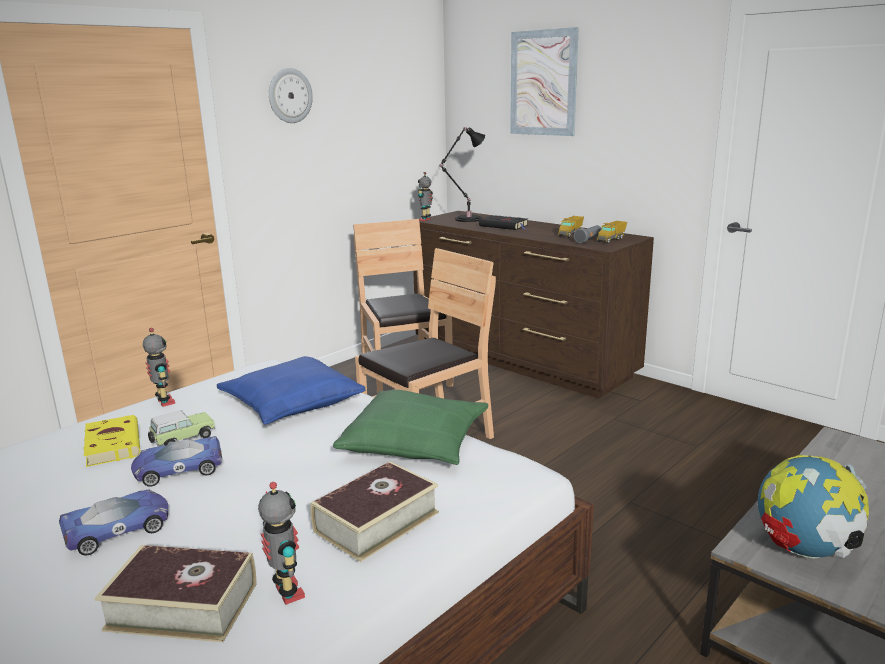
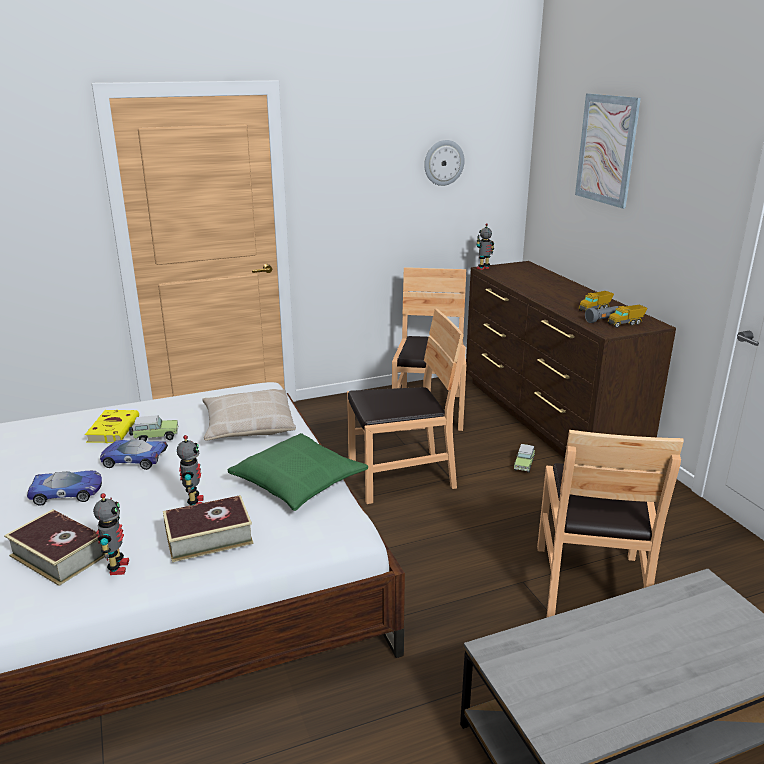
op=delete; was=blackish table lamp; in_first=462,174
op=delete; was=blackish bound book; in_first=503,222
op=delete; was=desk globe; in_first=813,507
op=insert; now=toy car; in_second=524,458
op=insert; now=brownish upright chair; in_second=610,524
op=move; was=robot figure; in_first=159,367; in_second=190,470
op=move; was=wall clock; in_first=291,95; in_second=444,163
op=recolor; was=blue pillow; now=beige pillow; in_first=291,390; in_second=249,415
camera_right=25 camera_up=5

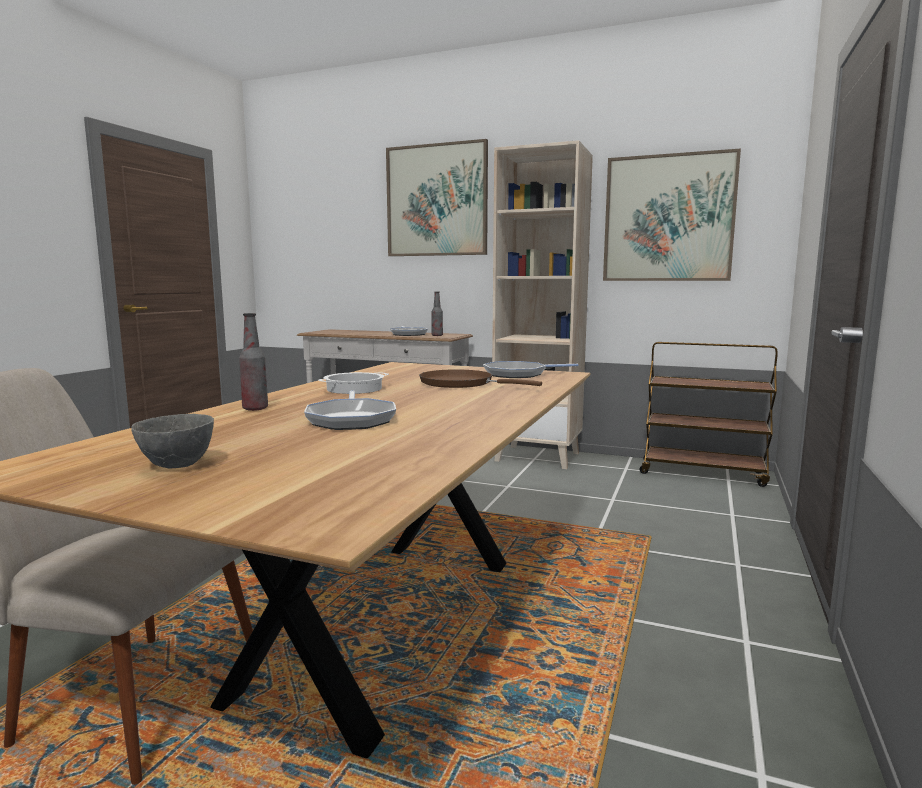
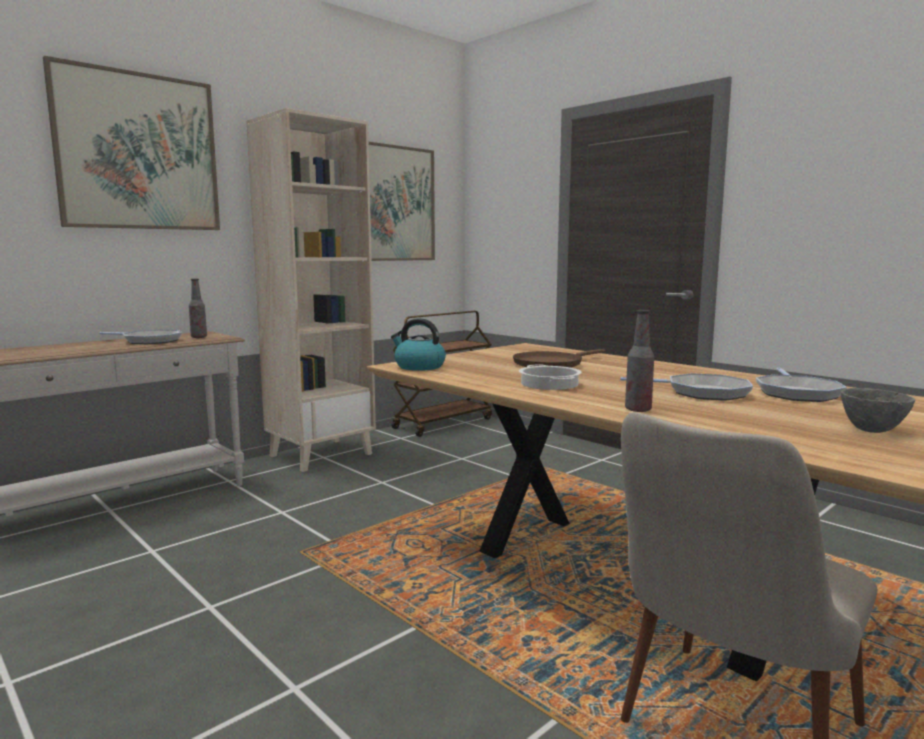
op=insert; now=tea kettle; in_second=418,344
op=move; was=frying pan; in_first=530,369; in_second=801,385
camera_right=-65 camera_up=0

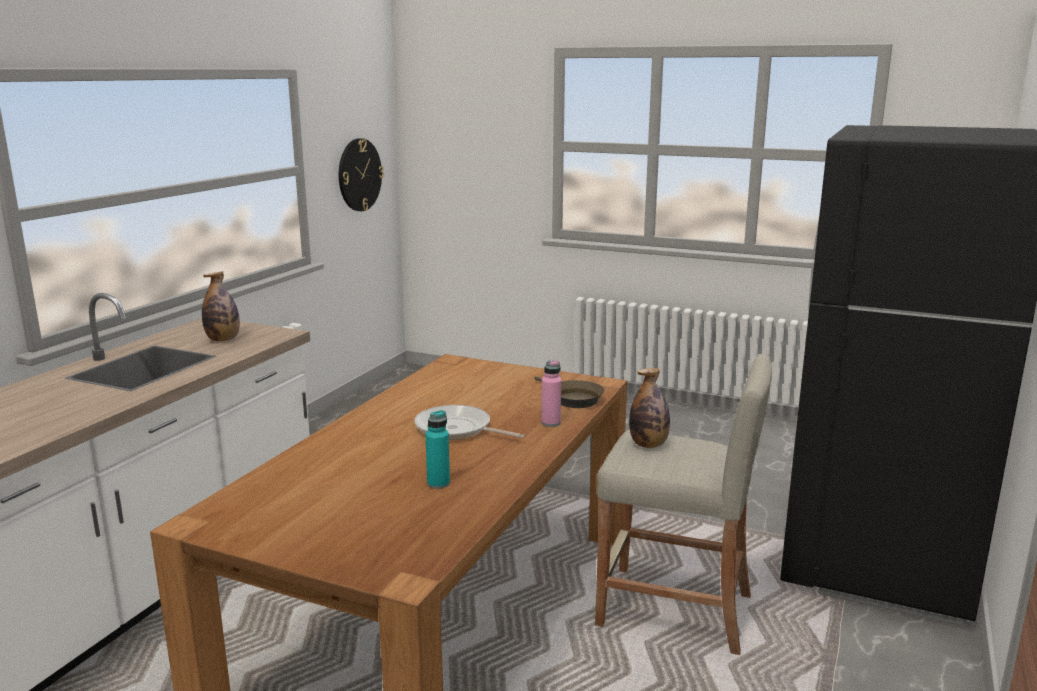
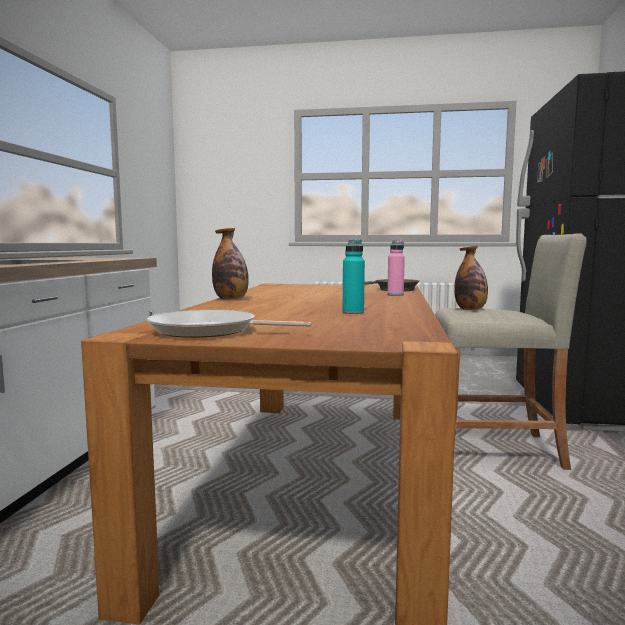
op=delete; was=wall clock; in_first=361,174
op=move; was=bottle; in_first=221,306; in_second=230,264
op=move; was=frying pan; in_first=469,422; in_second=229,323
camera_right=-15 camera_up=-10

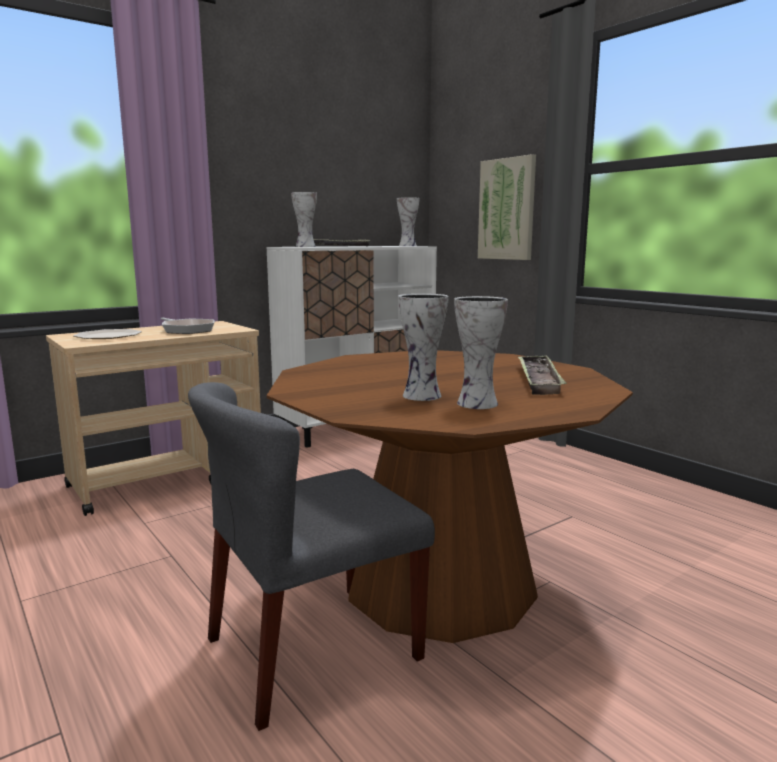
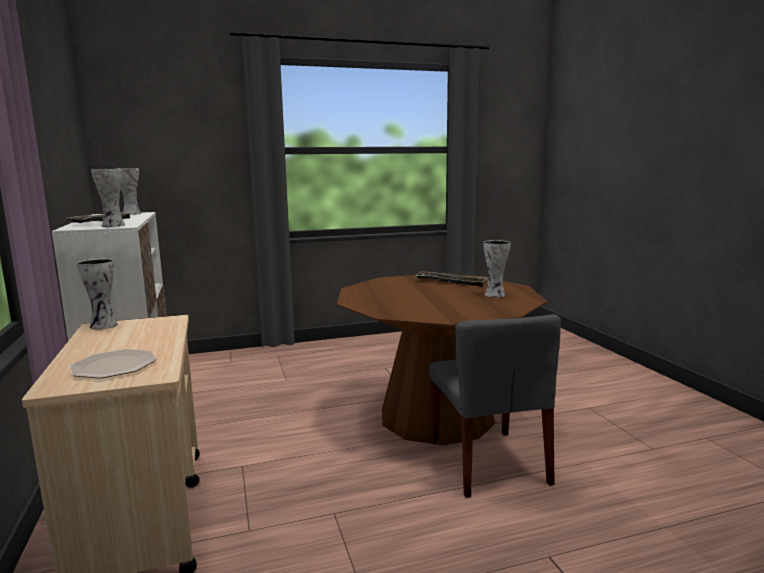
op=delete; was=frying pan; in_first=188,325
op=delete; was=wall art; in_first=507,207
op=move; was=vase; in_first=423,347; in_second=97,294
camera_right=-70 camera_up=0

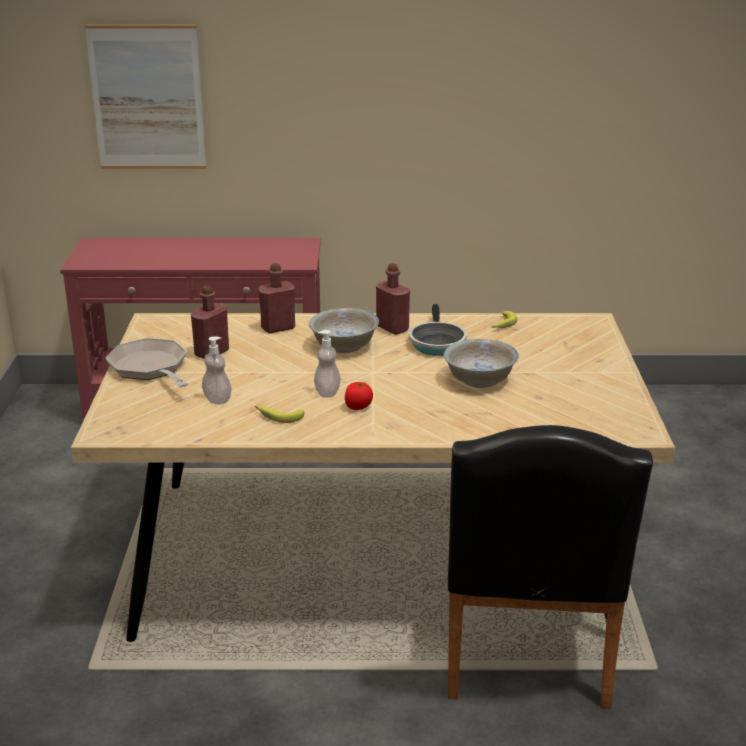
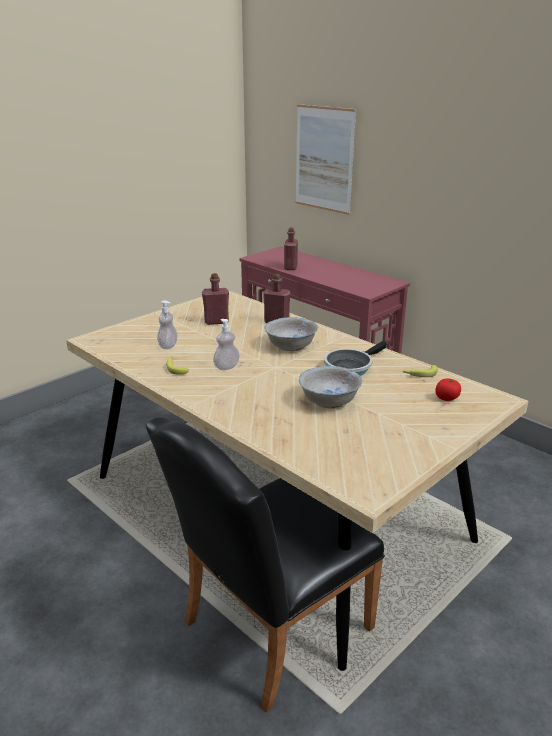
op=delete; was=frying pan; in_first=147,362
op=move; was=tomato; in_first=359,396; in_second=448,389
op=move; was=red-coloured bottle; in_first=393,299; in_second=291,249
camera_right=45 camera_up=0

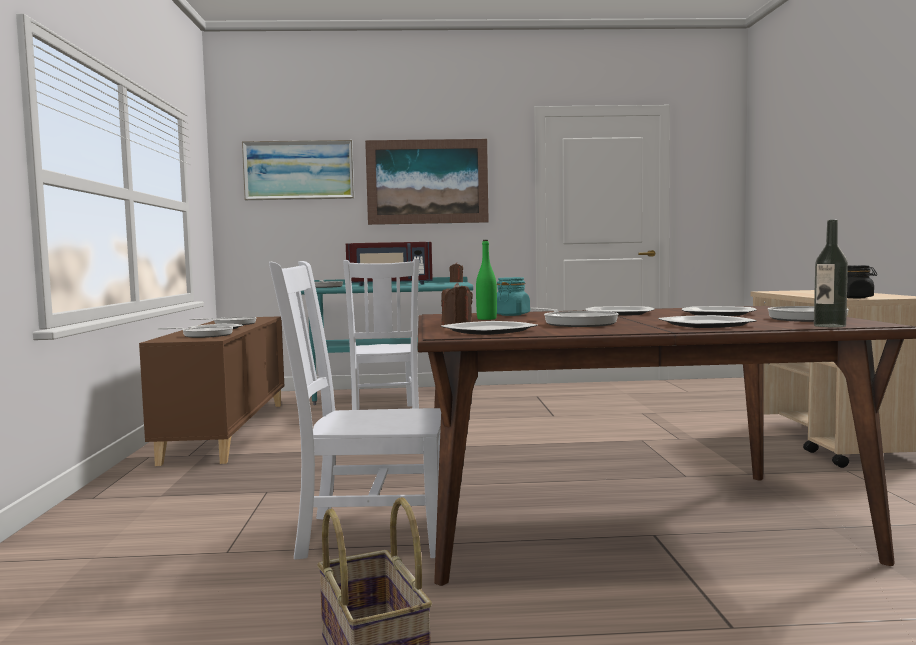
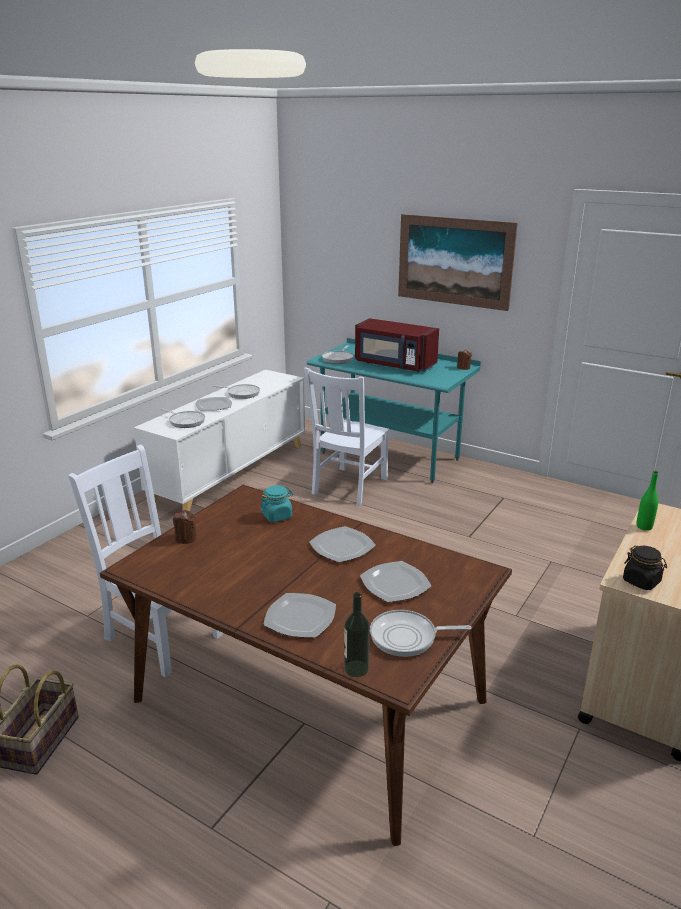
op=delete; was=wall art; in_first=298,170
op=delete; was=dinner plate; in_first=489,328
op=delete; was=frying pan; in_first=574,317
op=move; was=greenish bottle; in_first=486,280; in_second=647,501
op=recolor; was=brownish cabinet; now=white-coloured cabinet; in_first=212,391; in_second=219,440
camera_right=35 camera_up=20

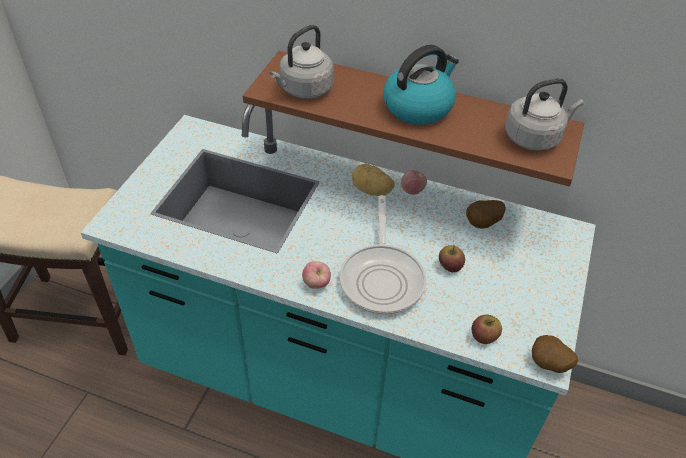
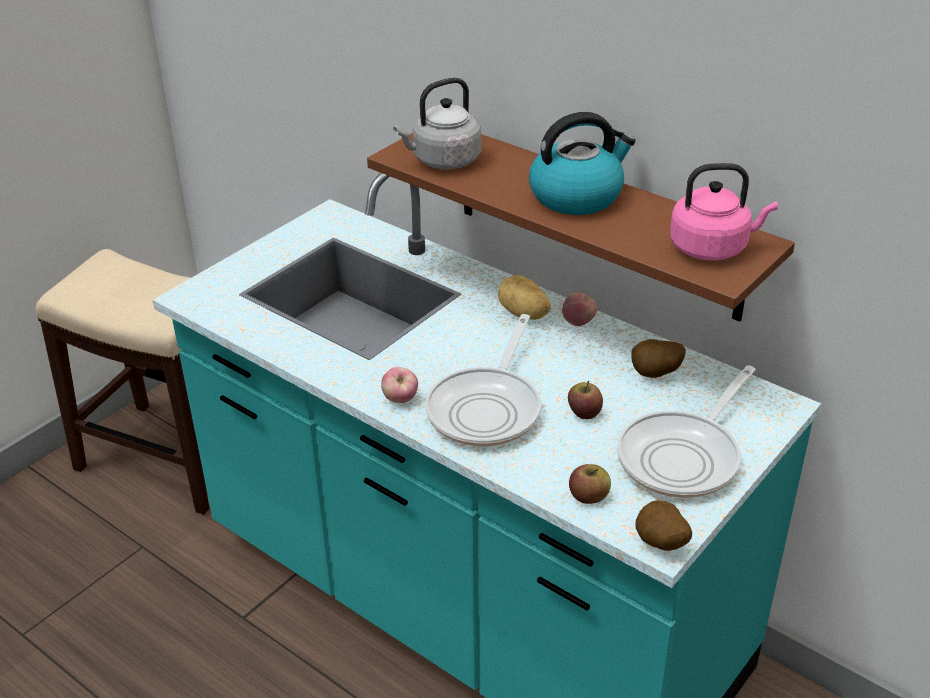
op=insert; now=frying pan; in_second=686,431
op=recolor; was=greyish tea kettle; now=pink-coloured tea kettle; in_first=544,114; in_second=724,212
camera_right=20 camera_up=-10

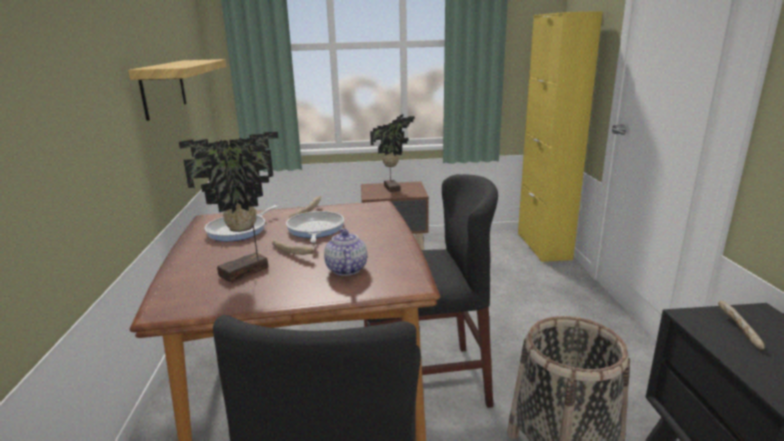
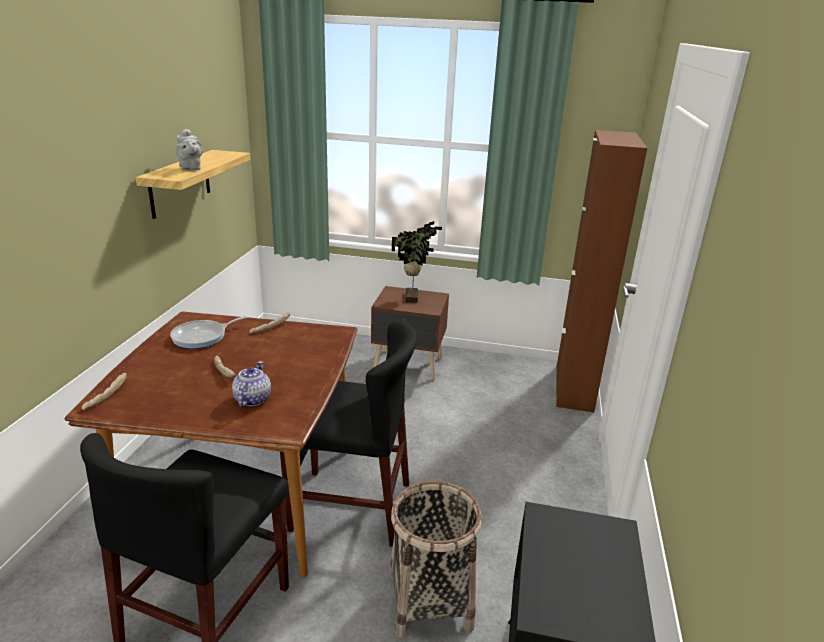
op=delete; was=plant in a pot; in_first=228,207
op=delete; was=frying pan; in_first=315,227
op=insert; now=greyish tea pot; in_second=189,149
op=move; was=bread; in_first=741,325; in_second=104,391
op=recolor; was=yellow cabinet; now=brownish cabinet; in_first=560,136; in_second=601,271
camera_right=15 camera_up=5

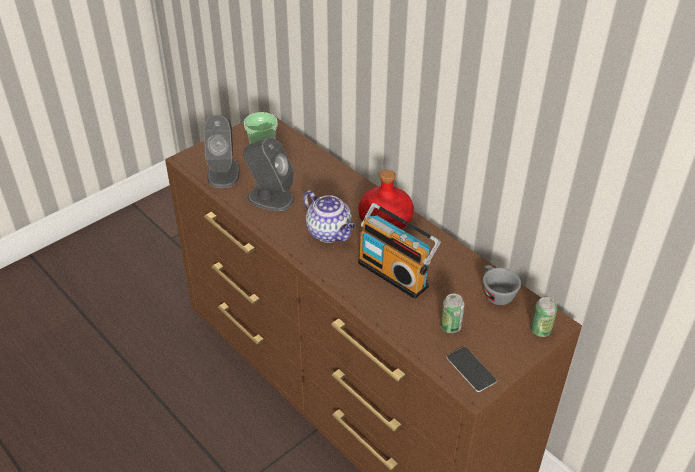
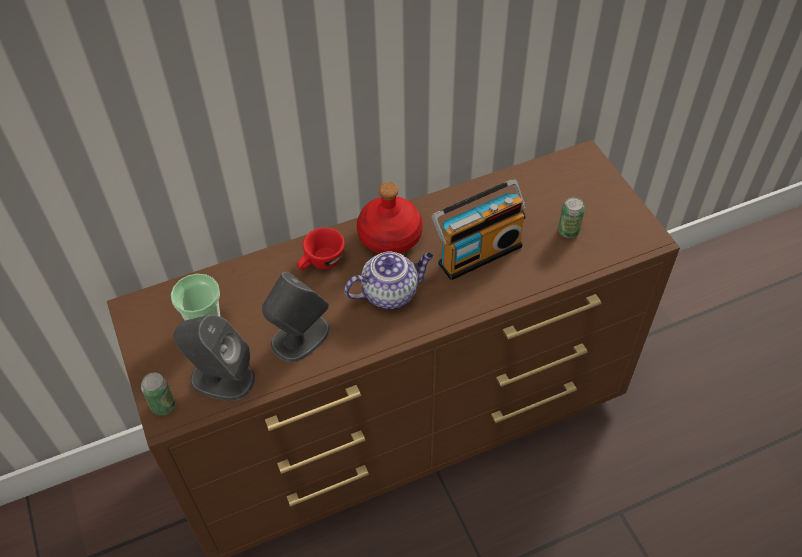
op=delete; was=telephone; in_first=471,369
op=delete; was=greyish cup; in_first=502,285
op=insert; now=red-coloured cup; in_second=321,248
op=move; was=metal can; in_first=544,317; in_second=158,393
camera_right=-70 camera_up=10

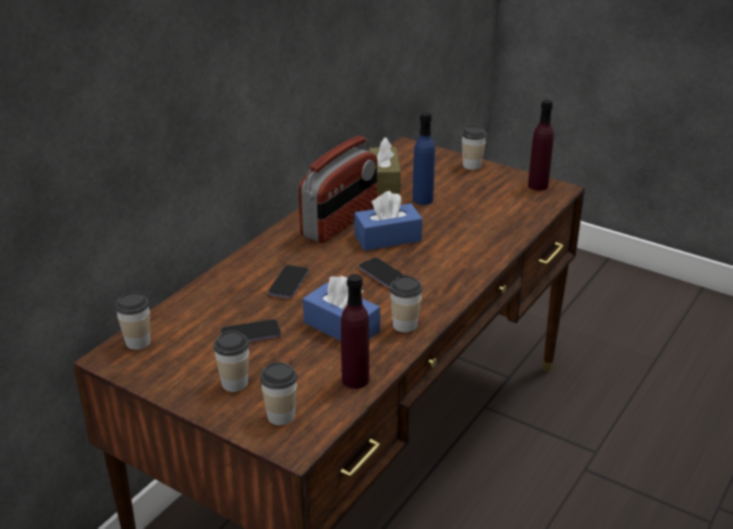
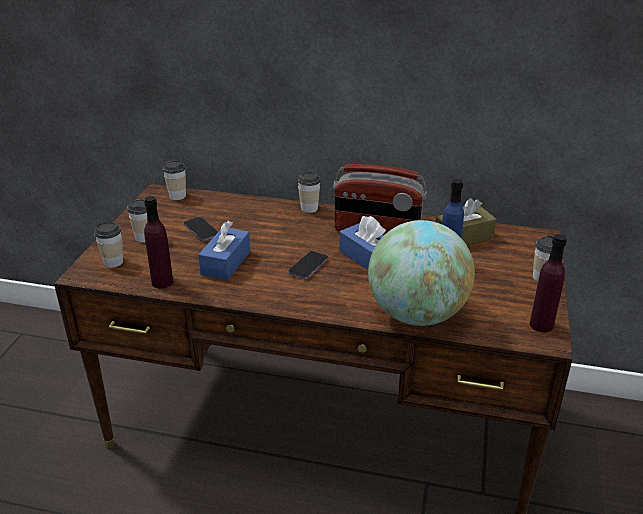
op=delete; was=telephone; in_first=288,282
op=insert; now=desk globe; in_second=421,273
op=move; was=cup; in_first=406,304; in_second=309,192
camera_right=70 camera_up=0

